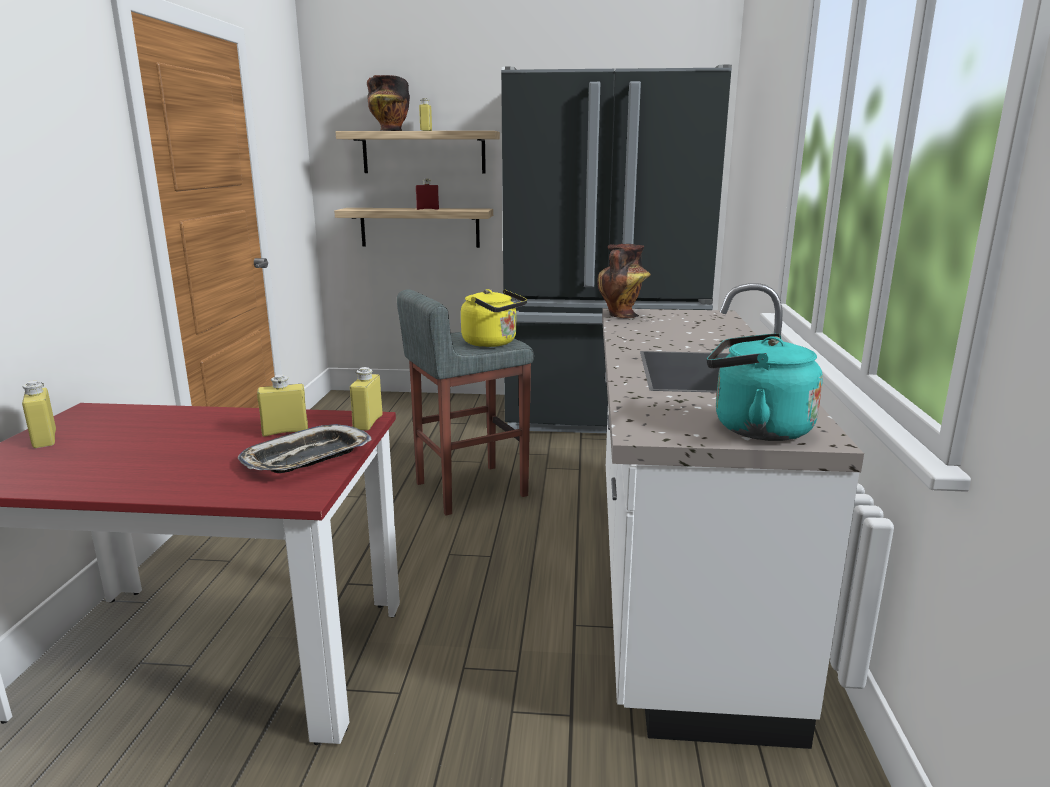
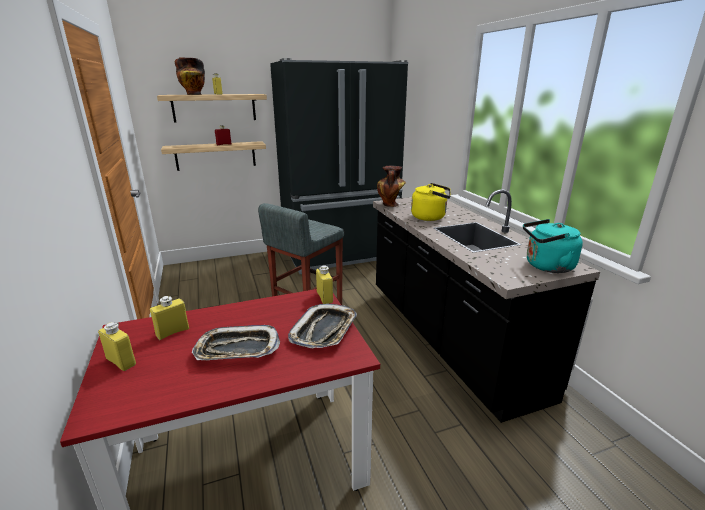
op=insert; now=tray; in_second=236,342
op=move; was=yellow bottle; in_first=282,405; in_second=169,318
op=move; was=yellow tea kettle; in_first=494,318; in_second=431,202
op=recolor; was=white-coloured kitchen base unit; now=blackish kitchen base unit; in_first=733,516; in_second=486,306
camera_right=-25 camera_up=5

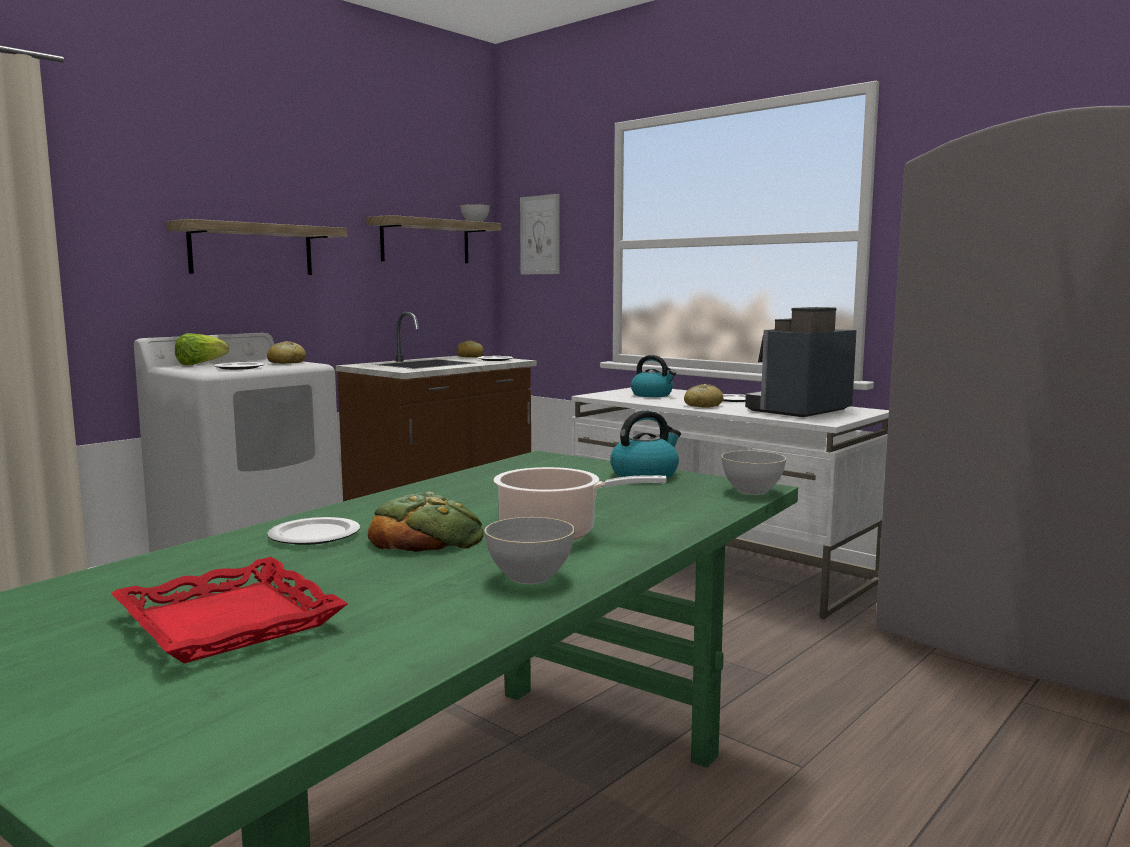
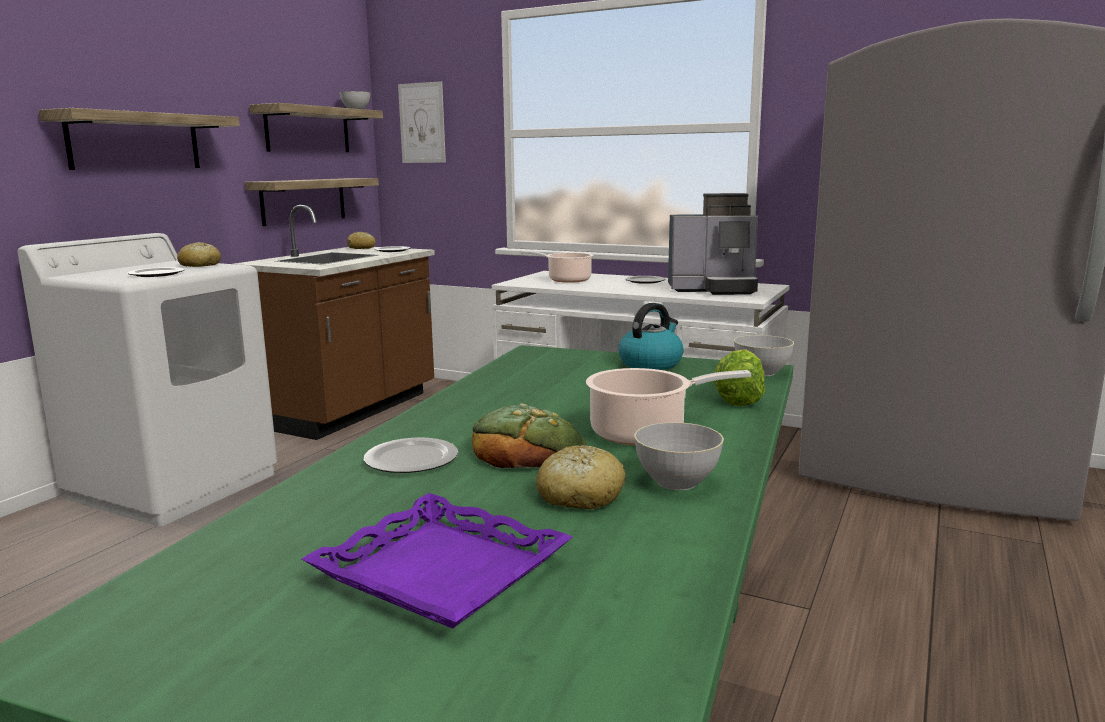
op=insert; now=shelf; in_second=312,202
op=move; was=lettuce head; in_first=202,349; in_second=739,377
op=move; was=bread; in_first=703,396; in_second=581,477
op=replace; was=tea kettle; now=cooking pot; in_first=653,376; in_second=557,267
op=recolor; was=red-coloured tray; now=purplish tray; in_first=230,610; in_second=437,561
op=rotate; was=coffee brewer; in_first=801,362; in_second=713,244; clockwise=-120
camera_right=-15 camera_up=5

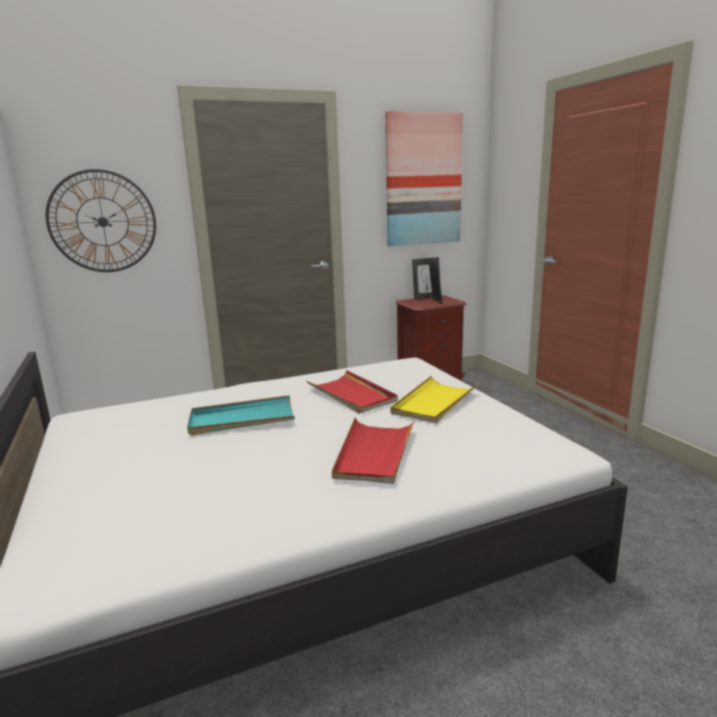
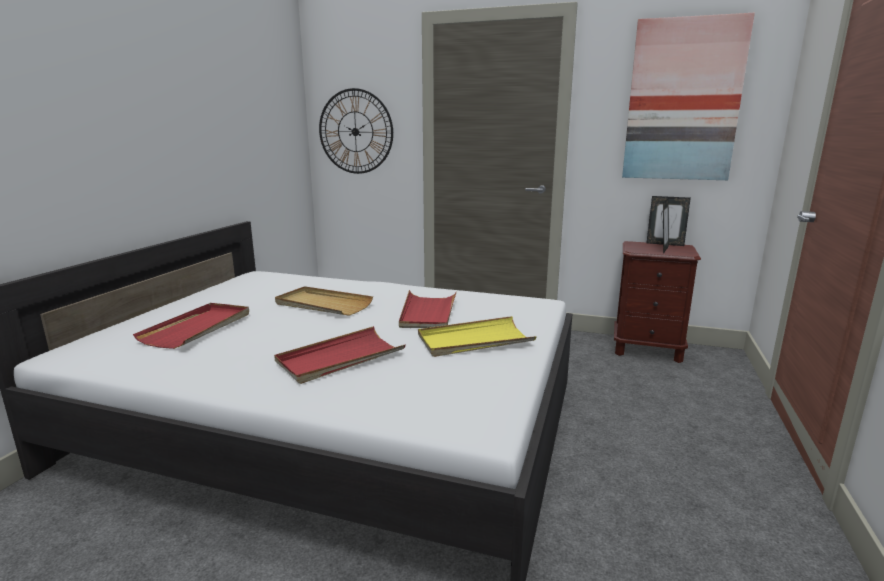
op=insert; now=red-coloured tray; in_second=191,326
op=recolor; was=blue-green tray; now=beige tray; in_first=241,415; in_second=324,301
camera_right=40 camera_up=0

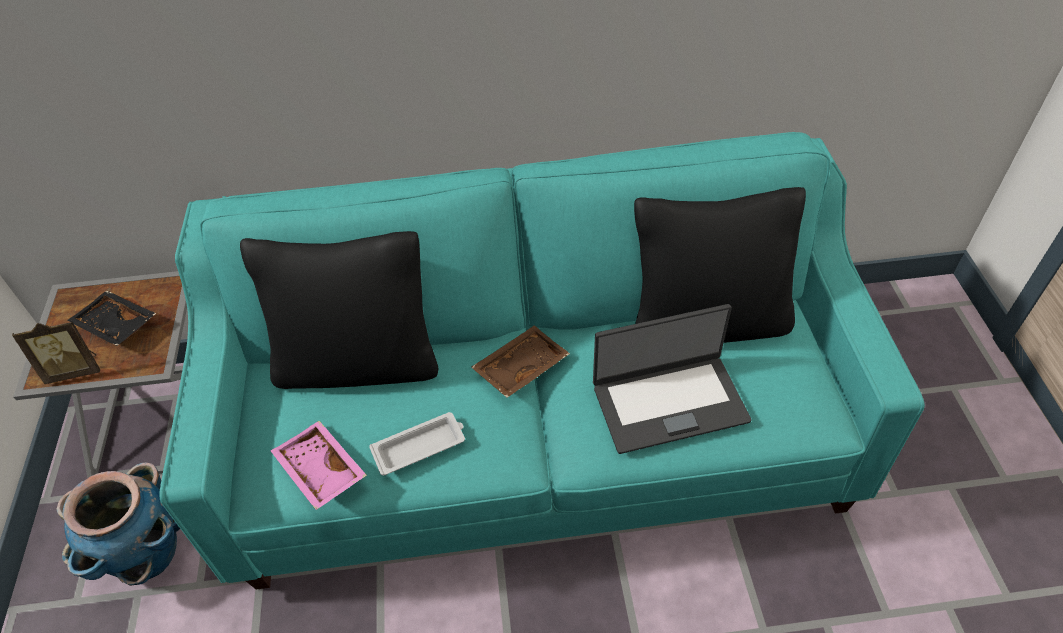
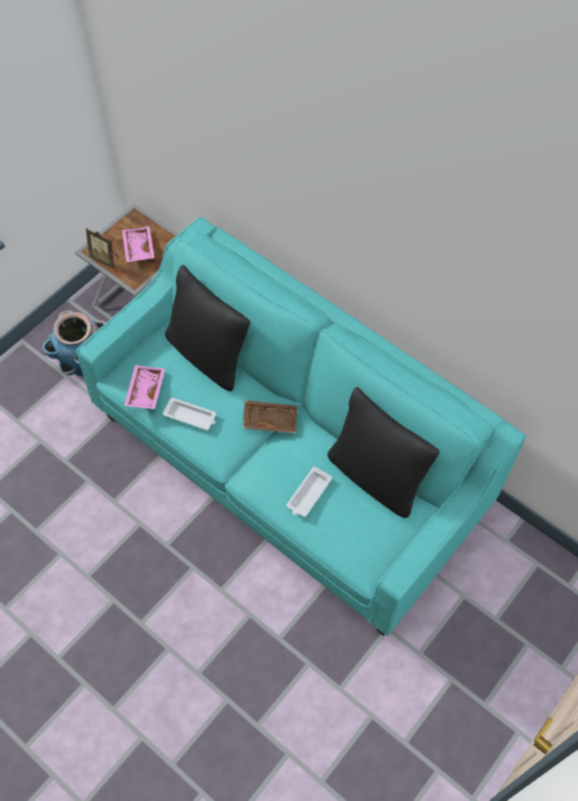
op=replace; was=notebook computer; now=white-coloured tray; in_first=672,379; in_second=309,491
op=recolor; was=blackish tray; now=pink-coloured tray; in_first=112,318; in_second=138,244
camera_right=45 camera_up=10

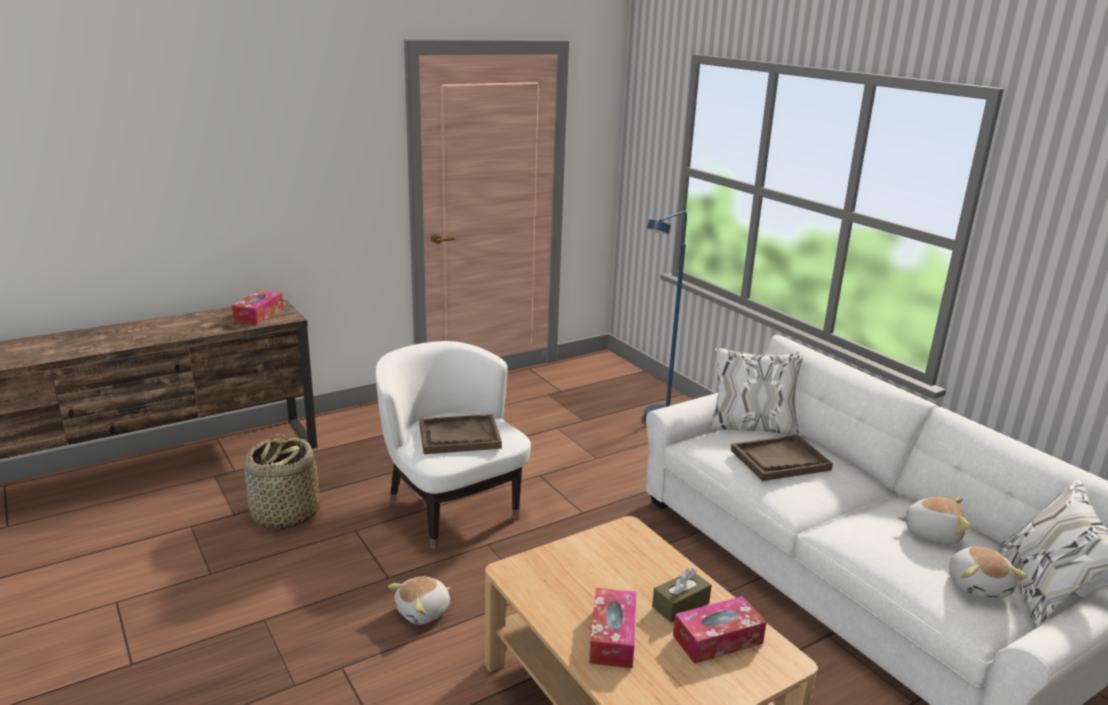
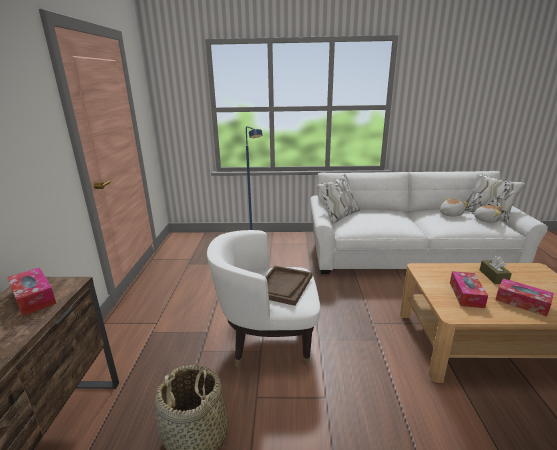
op=delete; was=cuddly toy; in_first=419,600
op=delete; was=brownish tray; in_first=782,458
op=move; was=tissue holder; in_first=720,630; in_second=469,289
camera_right=-55 camera_up=0

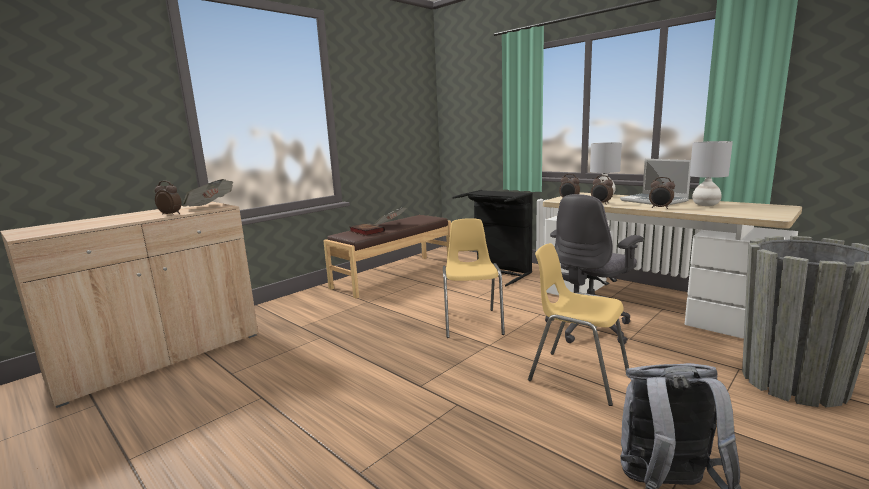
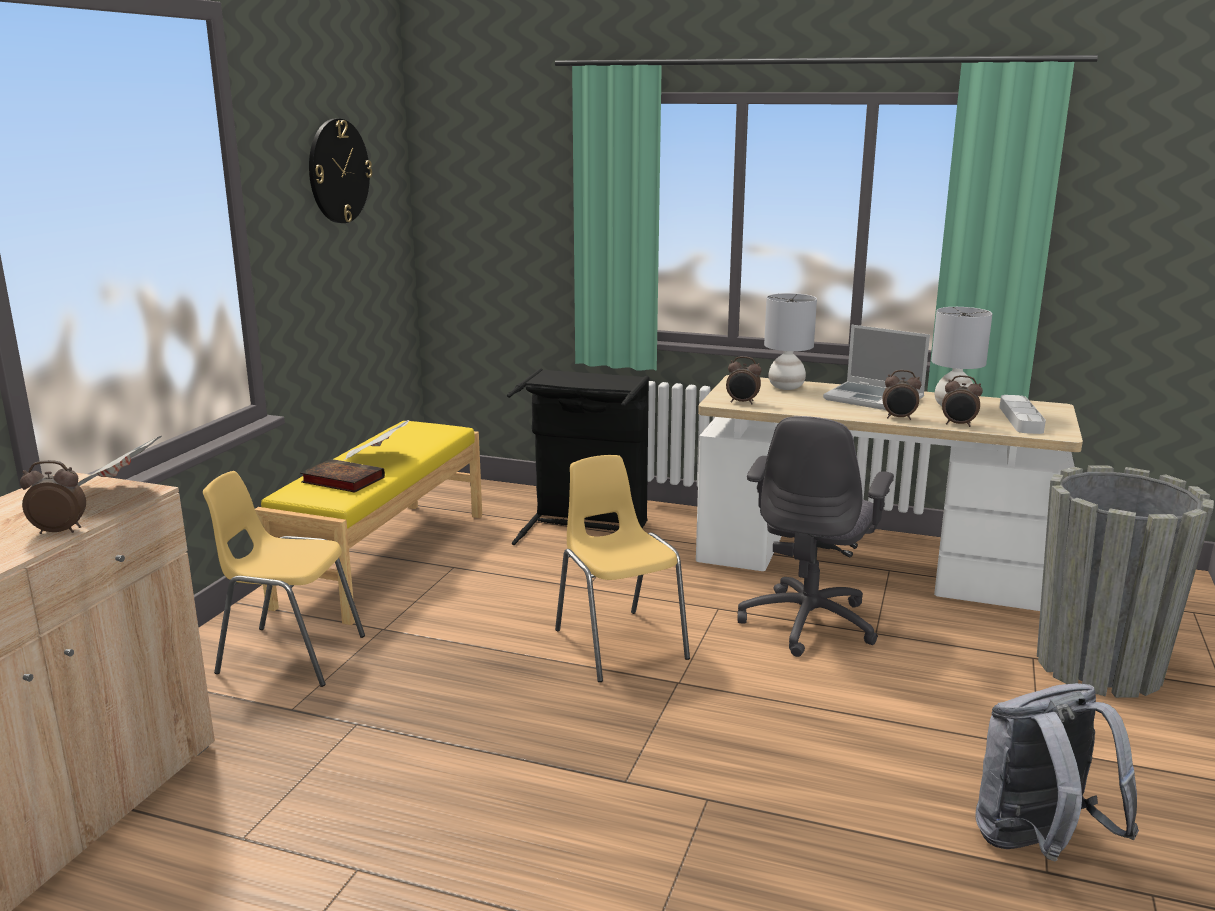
op=insert; now=wall clock; in_second=340,171
op=insert; now=greyish tray; in_second=1022,414
op=move; was=yellow upright chair; in_first=578,324; in_second=284,579
op=move; was=alarm clock; in_first=602,189; in_second=962,401
op=recolor; was=brownish bench; now=yellow bench; in_first=387,257; in_second=368,523
camera_right=-25 camera_up=5

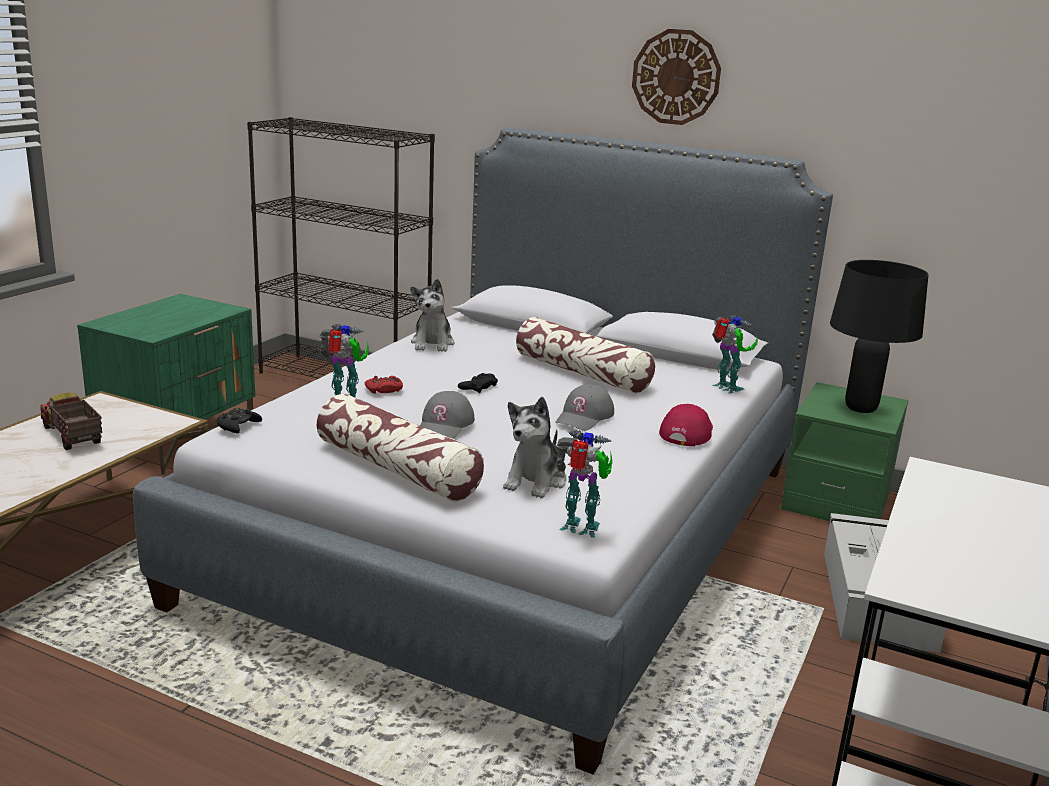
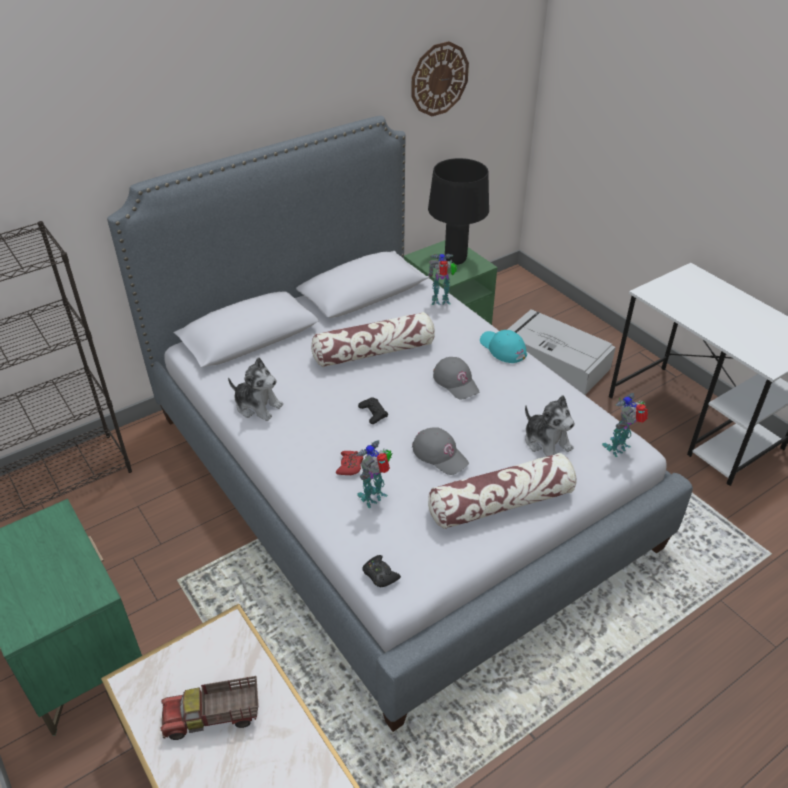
op=move; was=wall clock; in_first=676,77; in_second=440,78
op=recolor; was=red-coloured baseball cap; now=blue-green baseball cap; in_first=686,425; in_second=503,346
camera_right=-60 camera_up=20

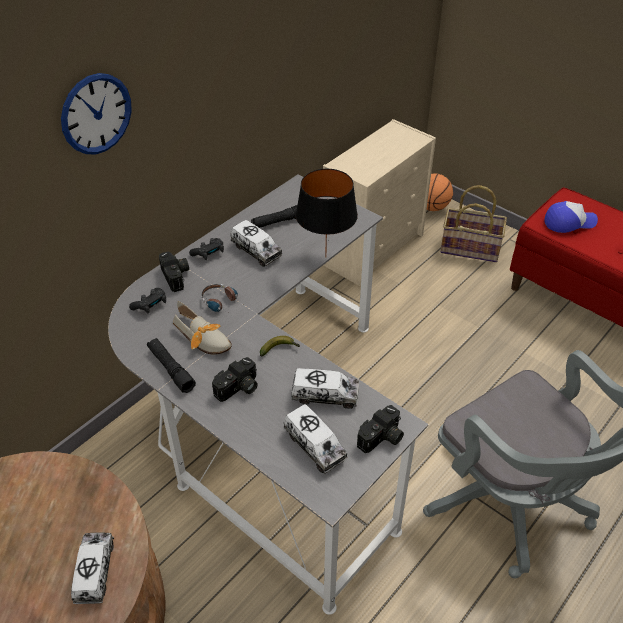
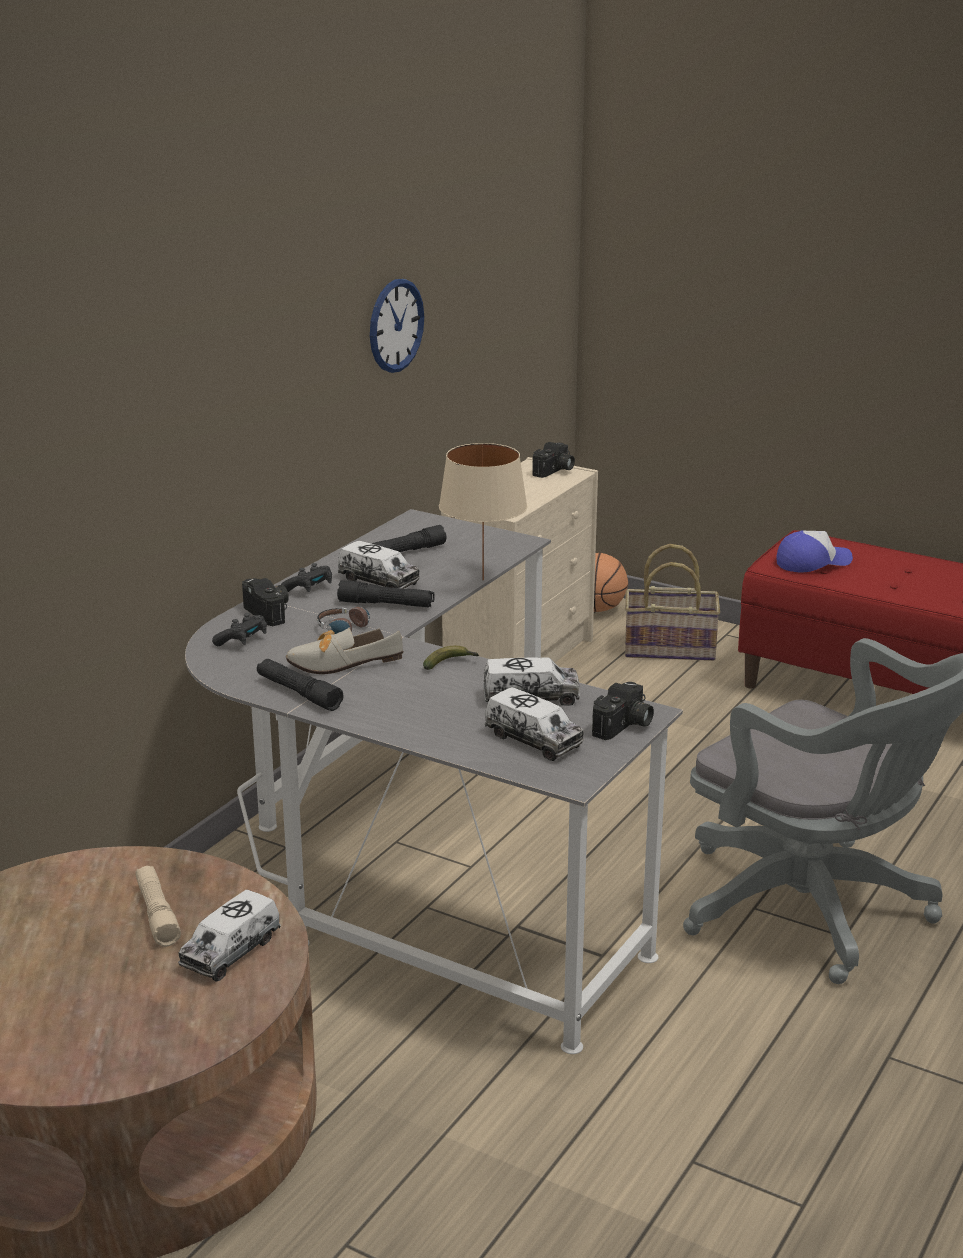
op=insert; now=beige hand torch; in_second=158,906
op=insert; now=blackish hand torch; in_second=386,594
op=move; was=wall clock; in_first=96,113; in_second=397,326
op=move; was=photo camera; in_first=235,379; in_second=553,460
op=recolor; was=blackish table lamp; now=beige table lamp; in_first=327,213; in_second=483,511
op=rotate; was=toy truck; in_first=92,568; in_second=229,935; clockwise=-135
op=rotate; was=shoe; in_first=202,328; in_second=344,651; clockwise=135
camera_right=-10 camera_up=-20

